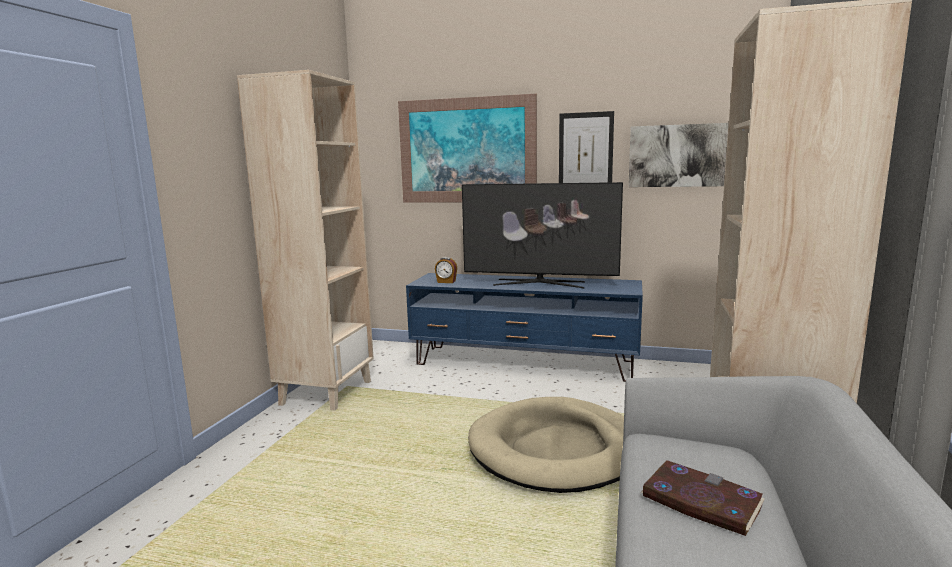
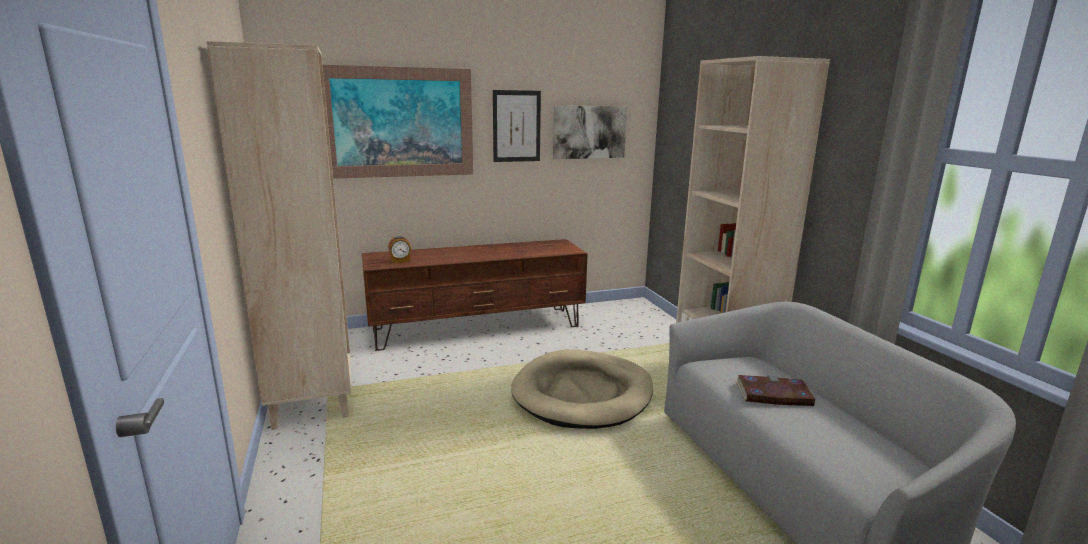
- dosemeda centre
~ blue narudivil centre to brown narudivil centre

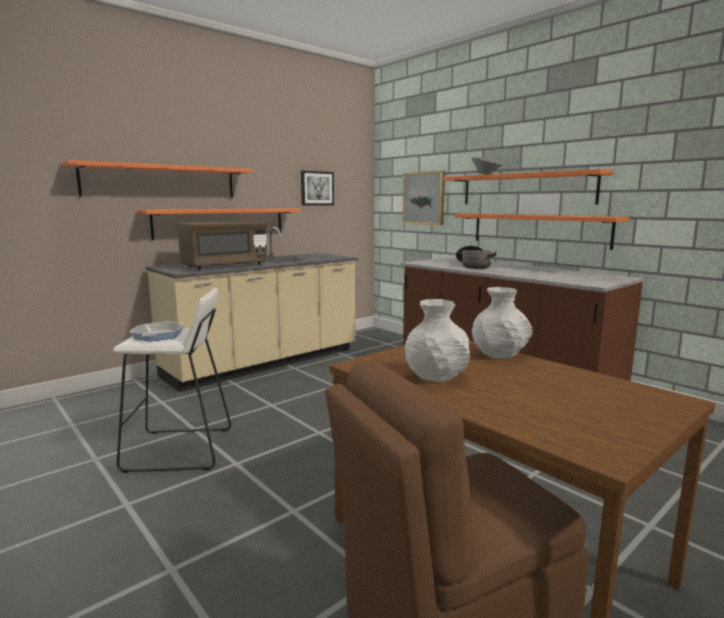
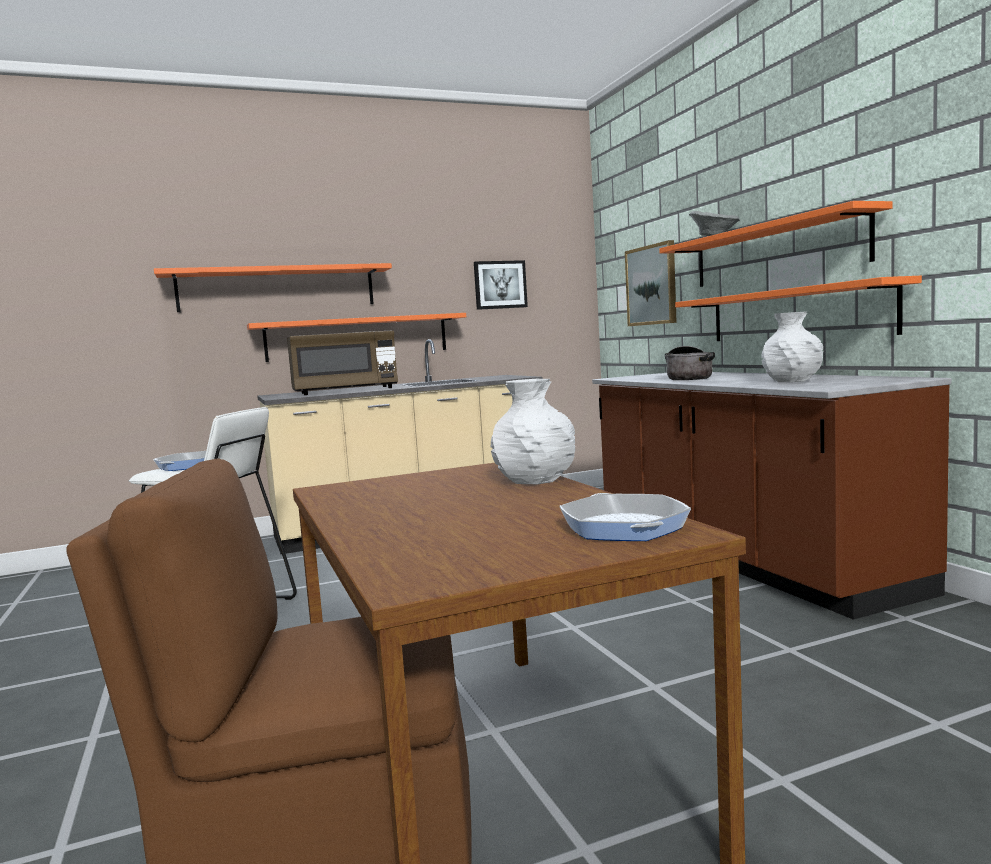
+ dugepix (no. 2 from left) centre
~ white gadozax (no. 1 from left in the first image) centre to white gadozax (no. 2 from left) middle right

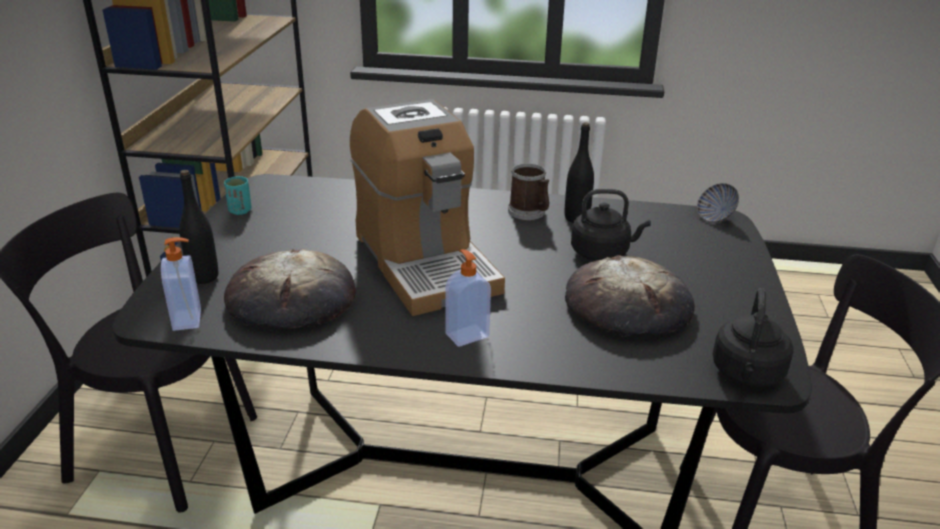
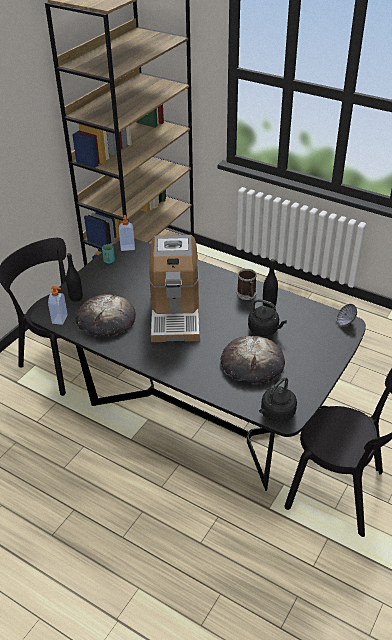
~ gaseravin (no. 2 from left) centre to middle left

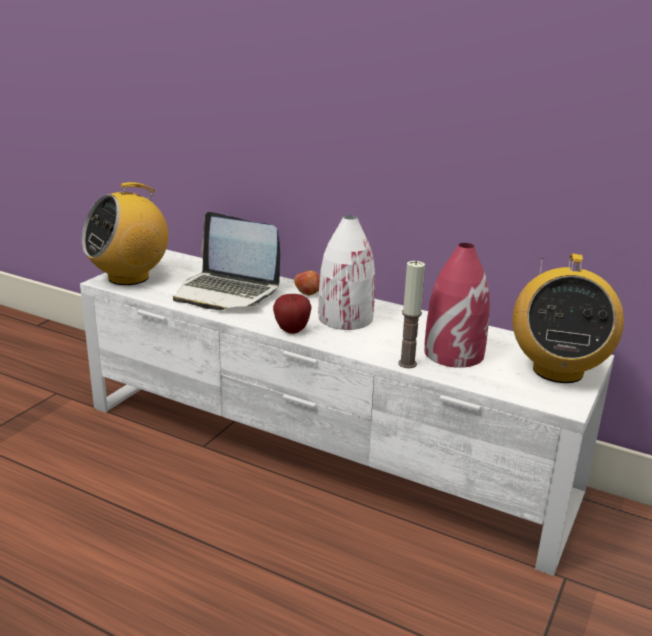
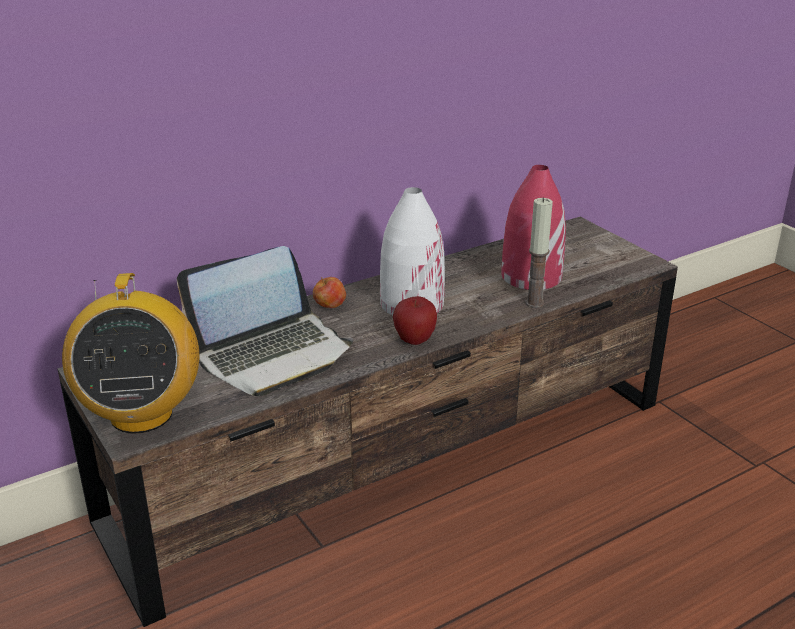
- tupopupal (no. 2 from left) middle right
~ white narudivil centre to brown narudivil bottom centre

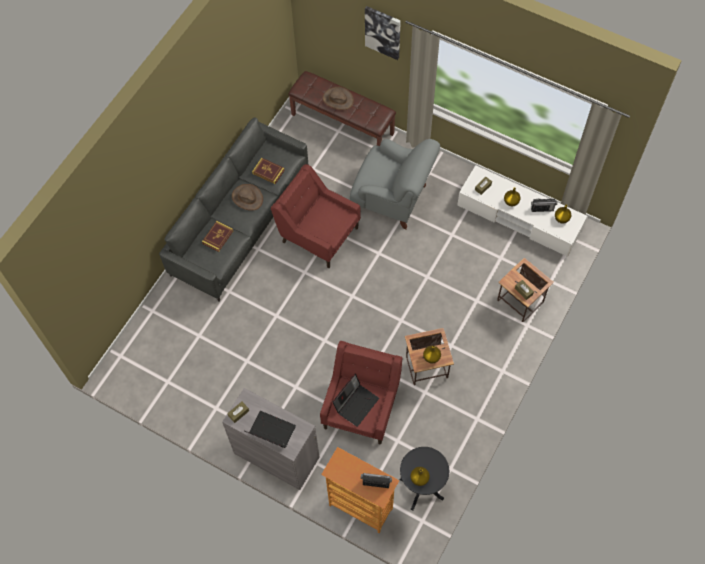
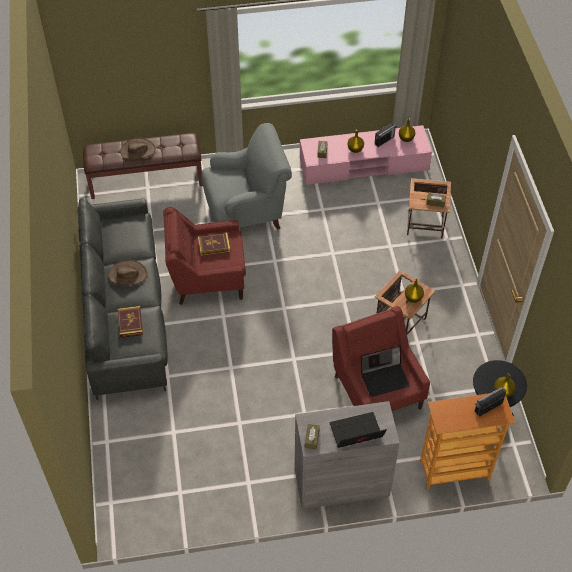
- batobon top centre
~ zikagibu (no. 2 from left) top centre to centre
~ white narudivil middle right to pink narudivil top centre
~ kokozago (no. 2 from left) bottom centre = middle right 75 degrees clockwise

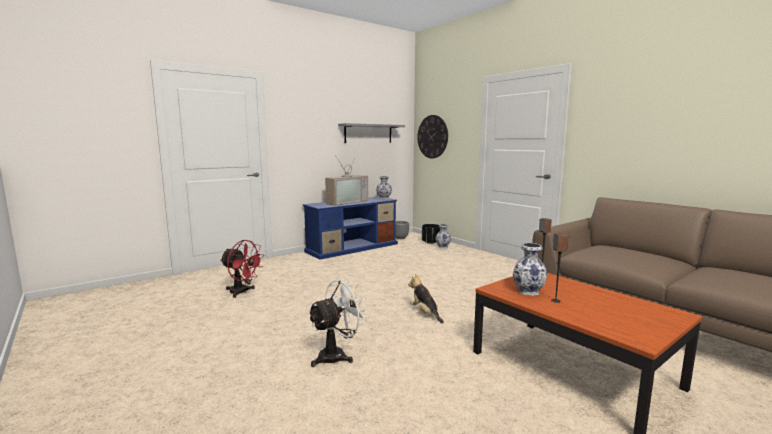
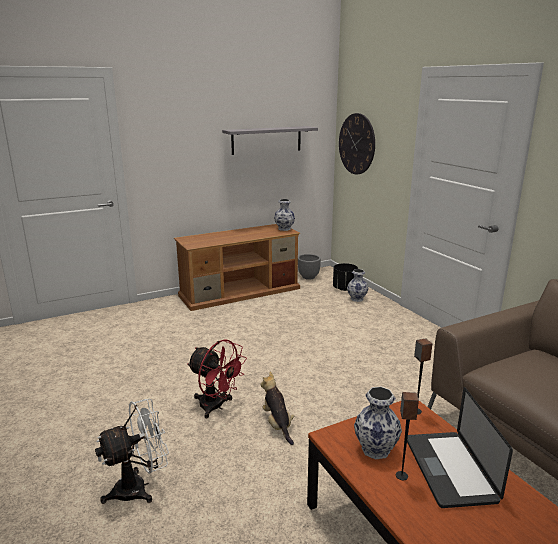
- dosemeda centre
+ kokozago bottom right
~ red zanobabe middle left to bottom centre
~ blue narudivil centre to brown narudivil centre

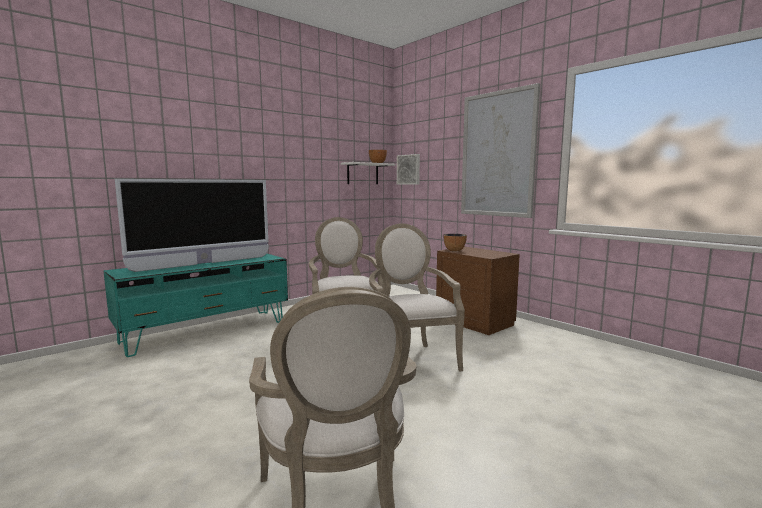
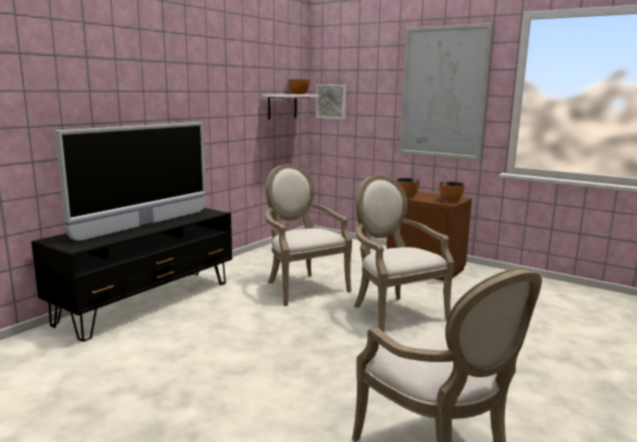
+ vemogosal (no. 3 from left) middle right
~ turquoise narudivil middle left to black narudivil middle left

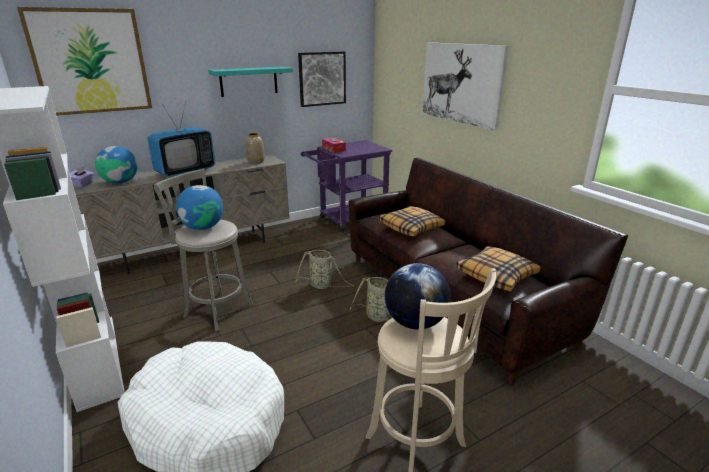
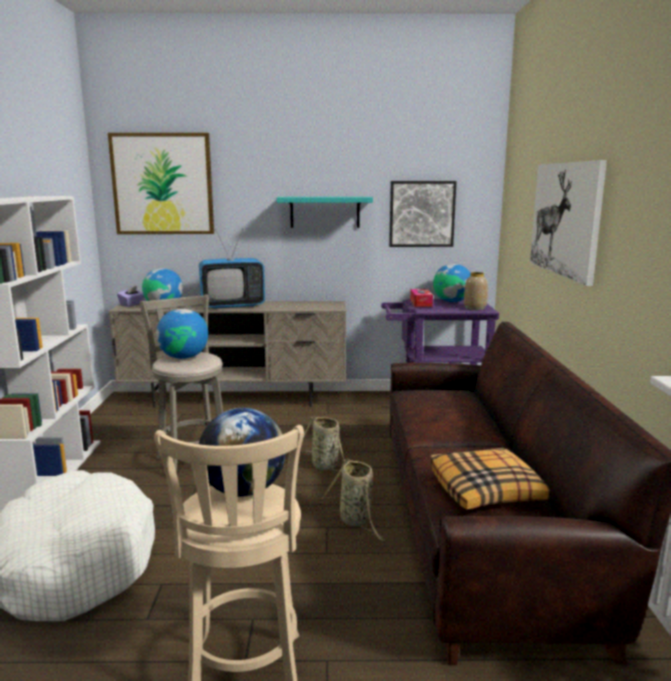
- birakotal (no. 1 from left) centre
+ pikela (no. 4 from left) middle right
~ gadozax top centre to middle right

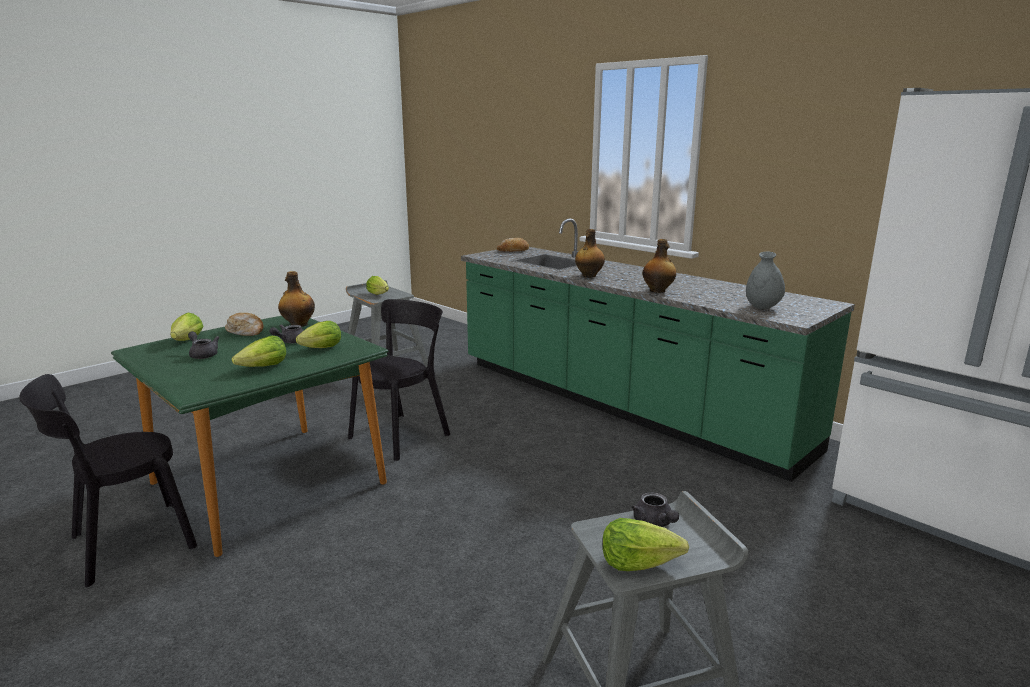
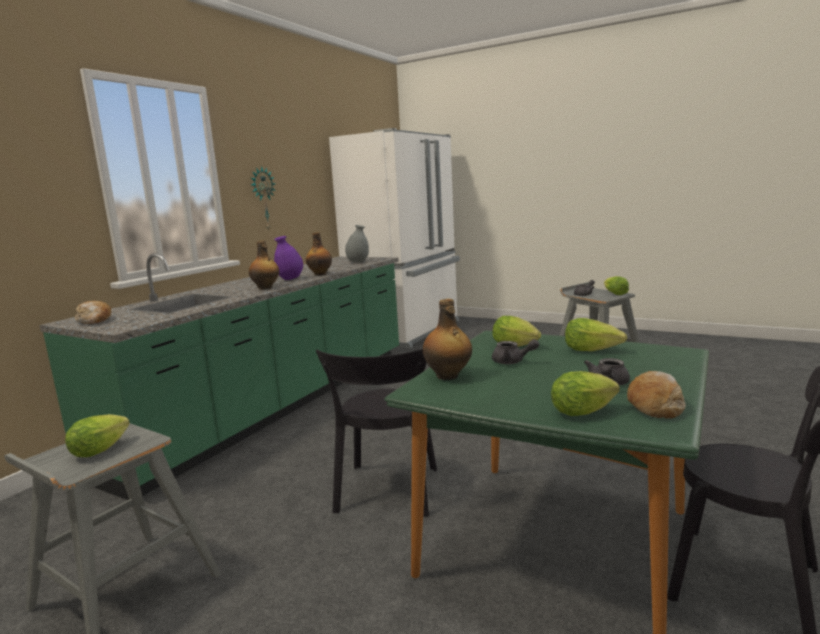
+ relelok top left
+ purple gadozax centre
~ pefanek (no. 1 from left in the first image) middle left to pefanek (no. 2 from left) middle right
~ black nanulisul (no. 2 from left in the first image) centre = bottom centre 105 degrees counterclockwise

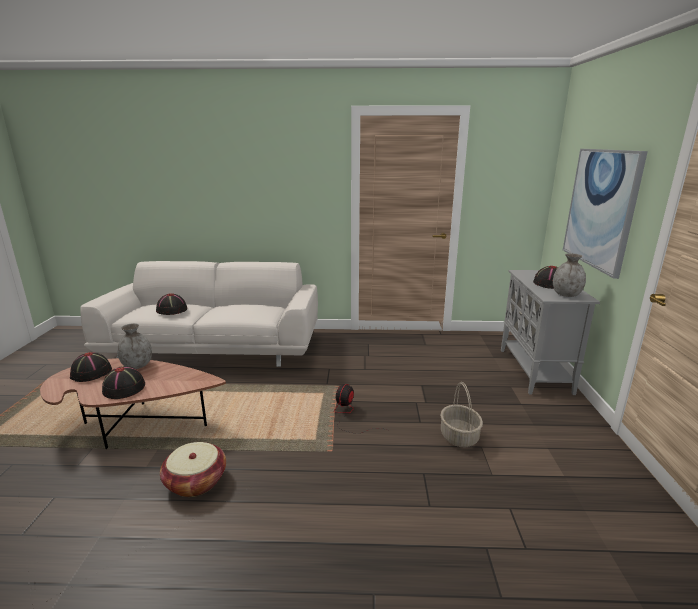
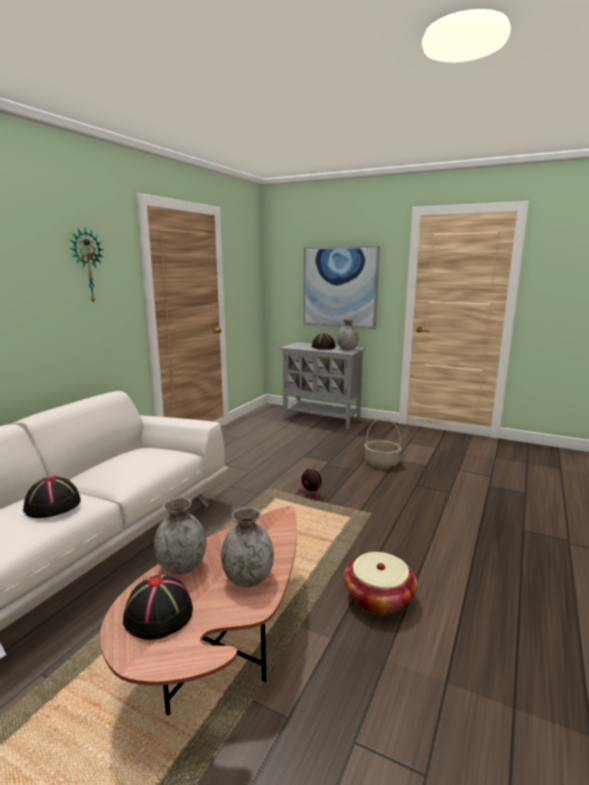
+ relelok middle left
~ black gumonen (no. 2 from left) middle left to grey gadozax (no. 2 from left) bottom centre

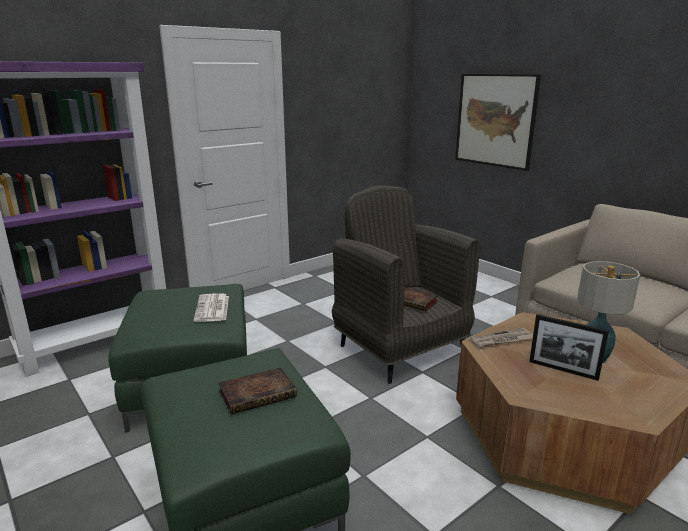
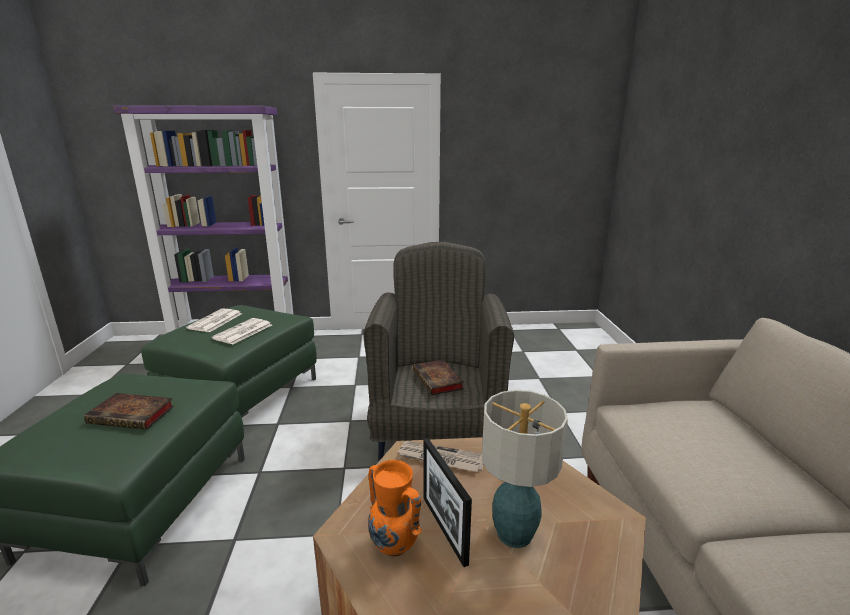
- batobon top right
+ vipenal (no. 1 from left) middle left
+ orange gadozax bottom centre

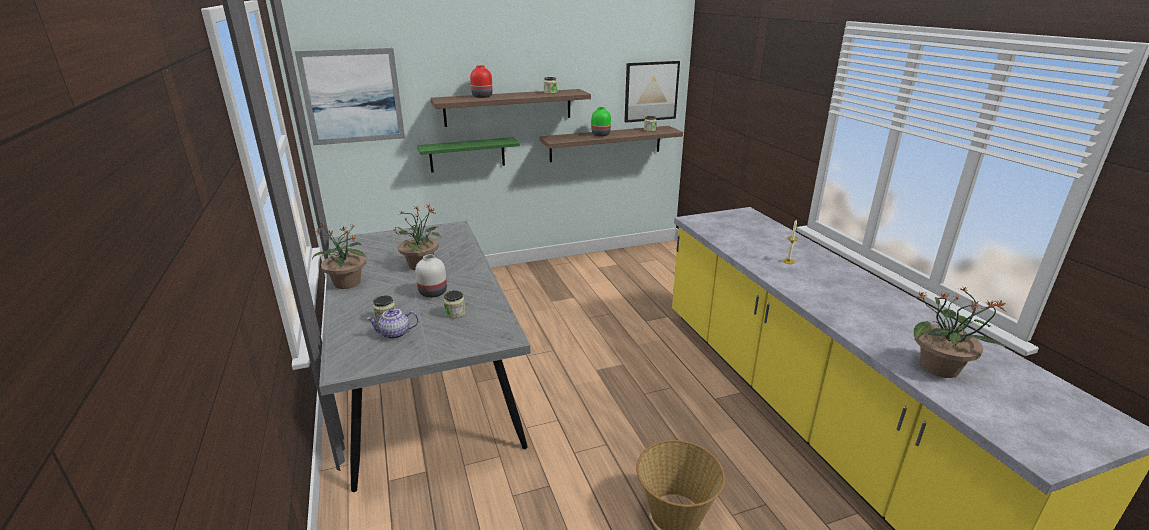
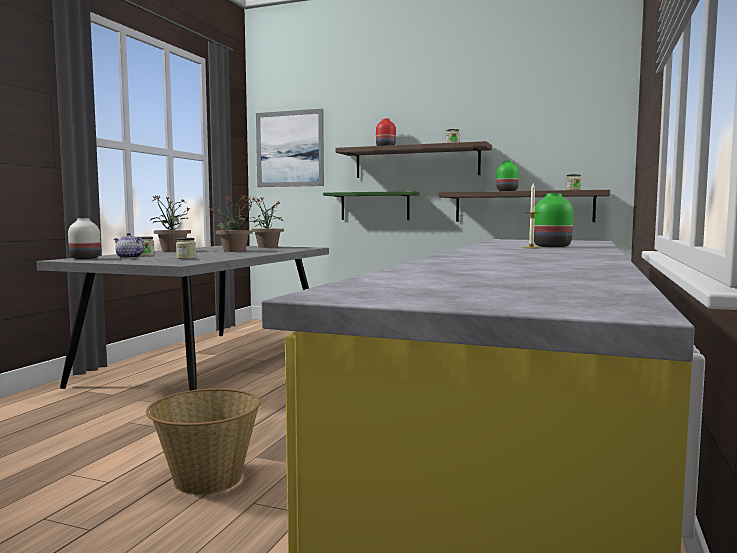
- batobon (no. 2 from left) top centre
+ green gadozax (no. 2 from left) middle right
~ white gadozax centre to middle left
~ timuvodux (no. 3 from left) middle right to centre

